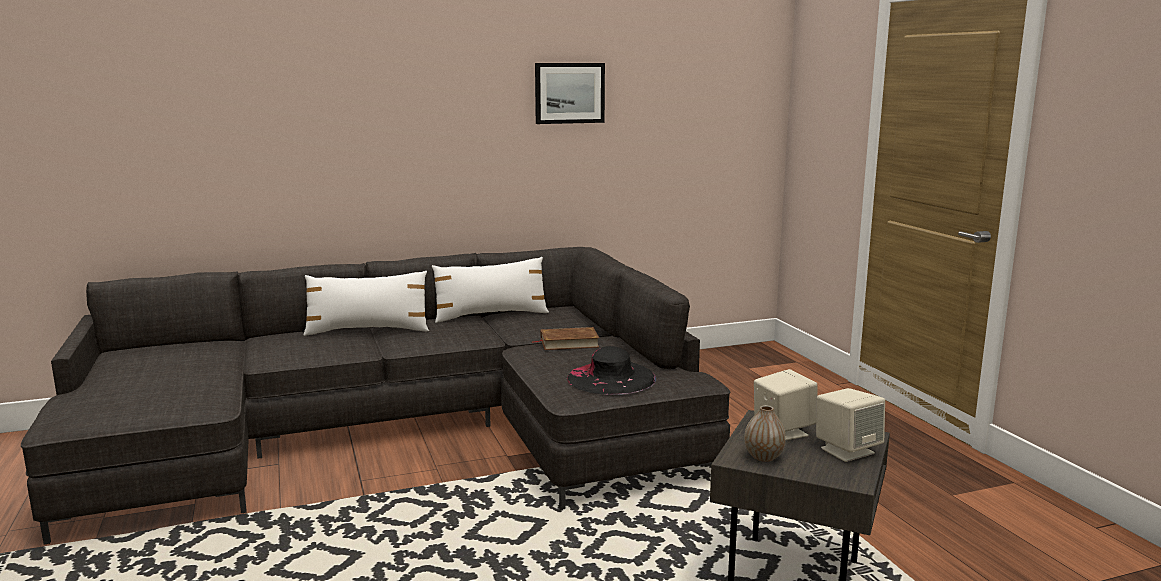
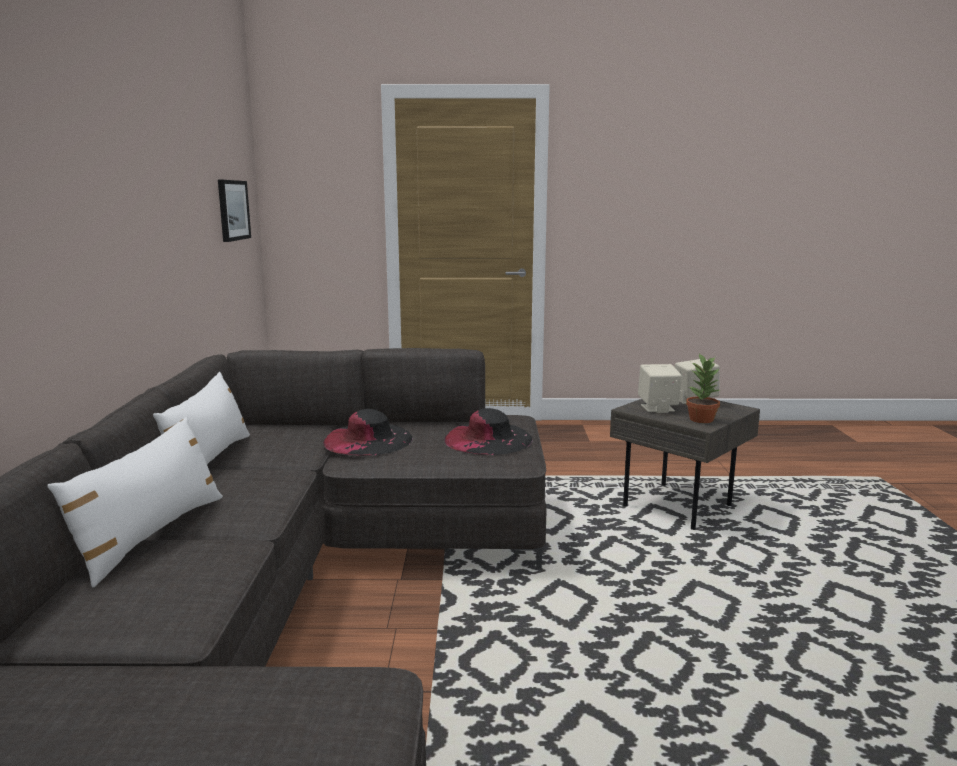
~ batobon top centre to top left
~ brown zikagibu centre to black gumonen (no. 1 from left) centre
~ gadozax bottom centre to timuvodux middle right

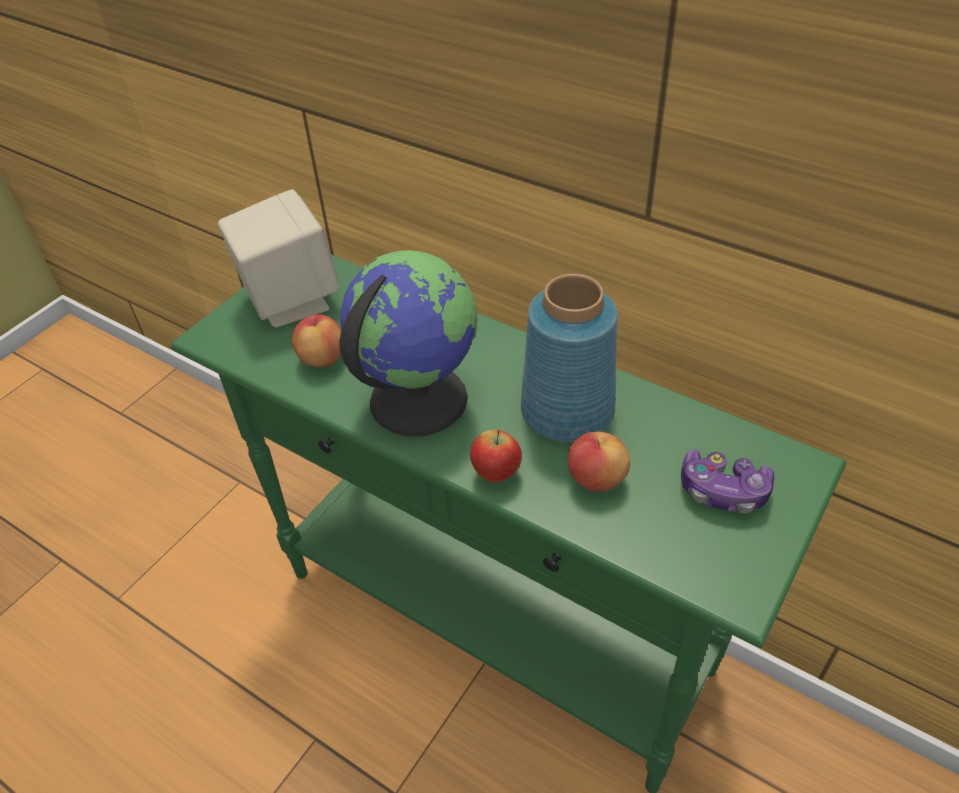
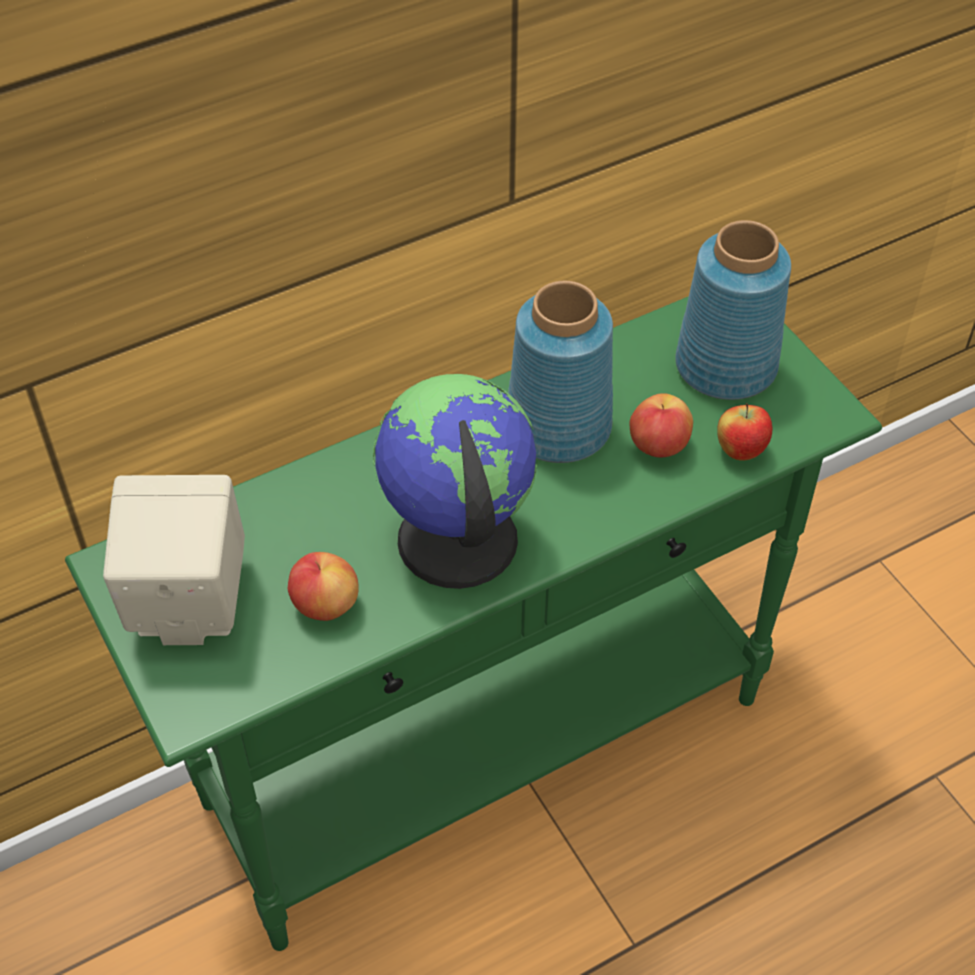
~ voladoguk (no. 2 from left in the first image) centre to voladoguk (no. 3 from left) middle right
~ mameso middle right to blue gadozax (no. 2 from left) top right

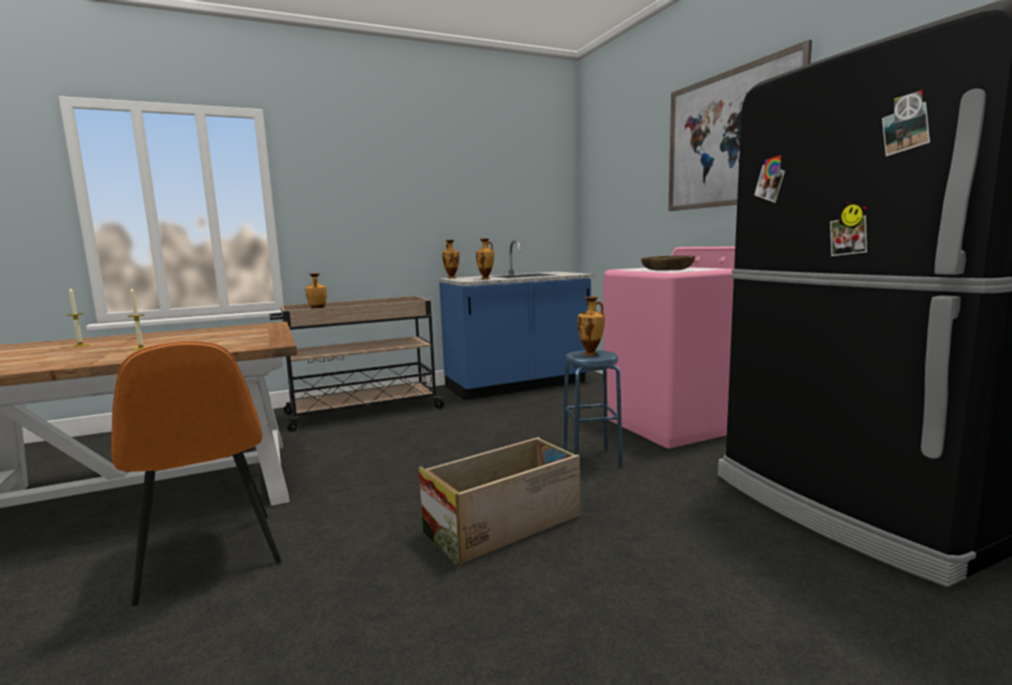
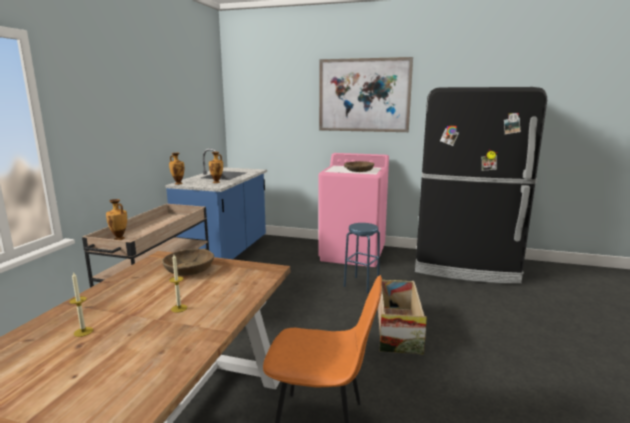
- gadozax (no. 4 from left) centre
+ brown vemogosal (no. 1 from left) middle left

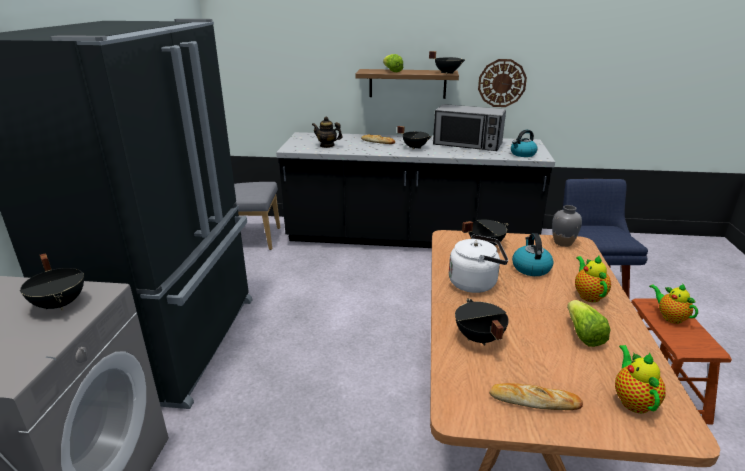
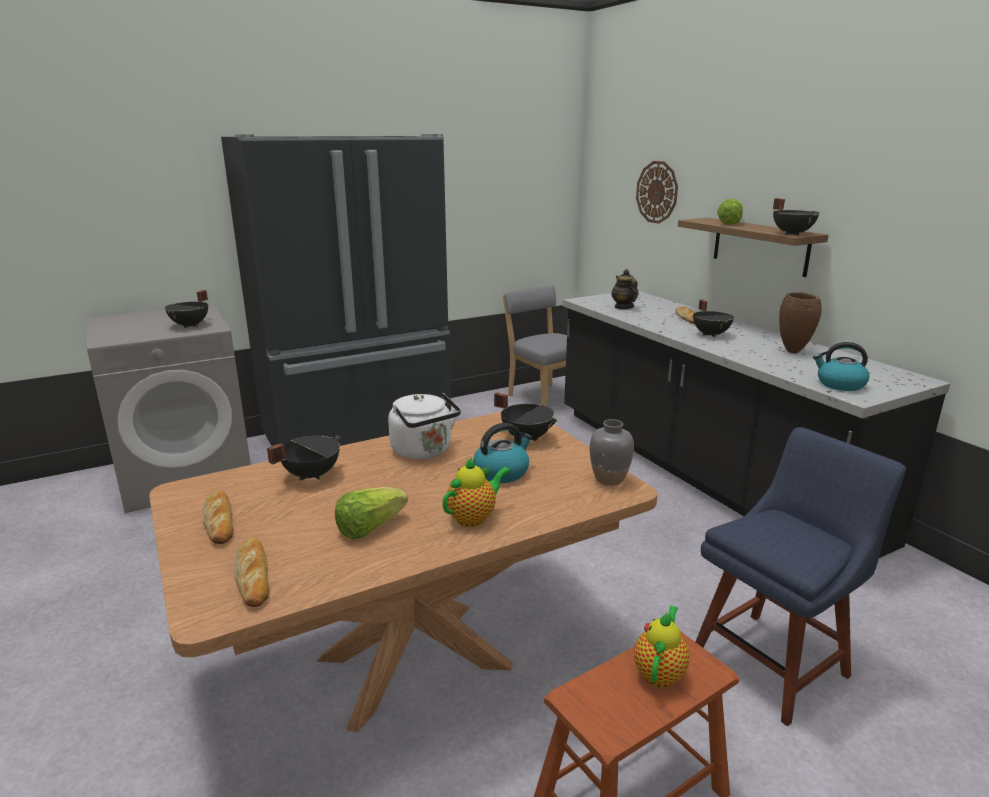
~ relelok top right to top centre
~ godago top centre to brown gadozax middle right
~ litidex (no. 3 from left) bottom right to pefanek (no. 2 from left) bottom left

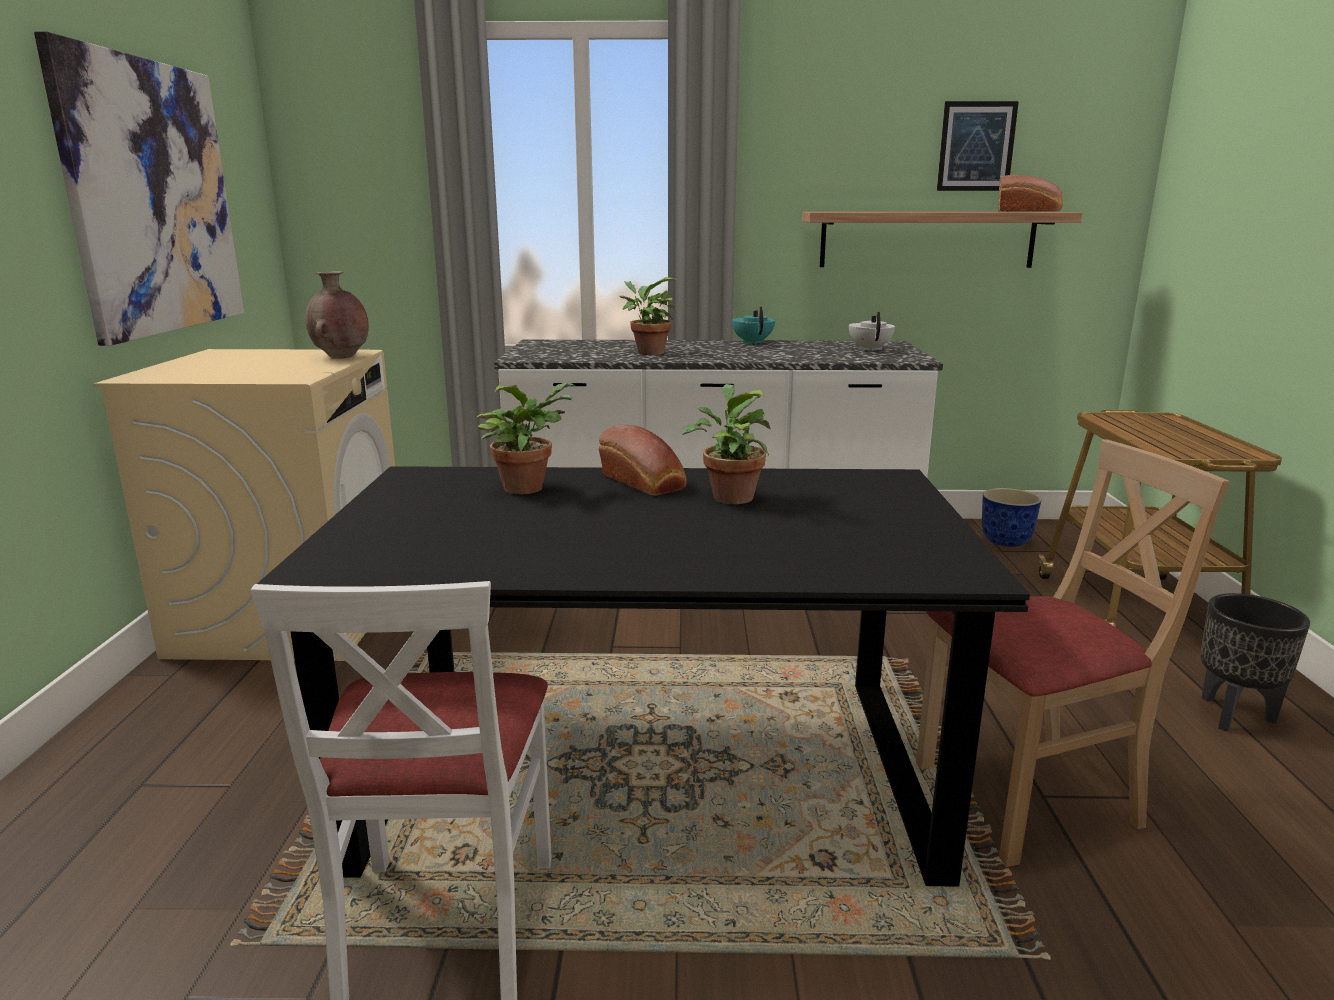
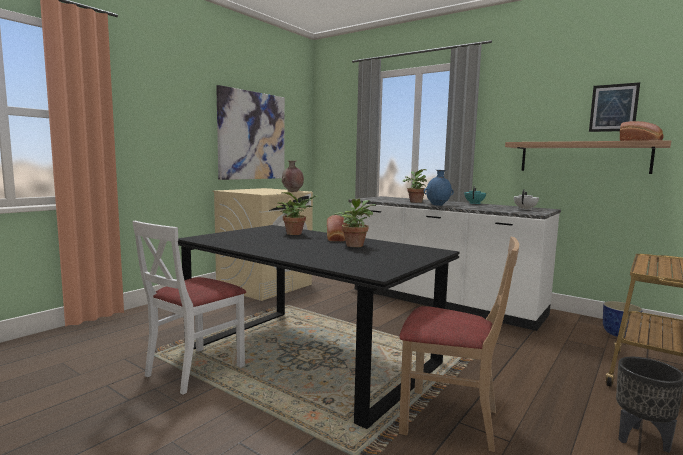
+ blue gadozax centre

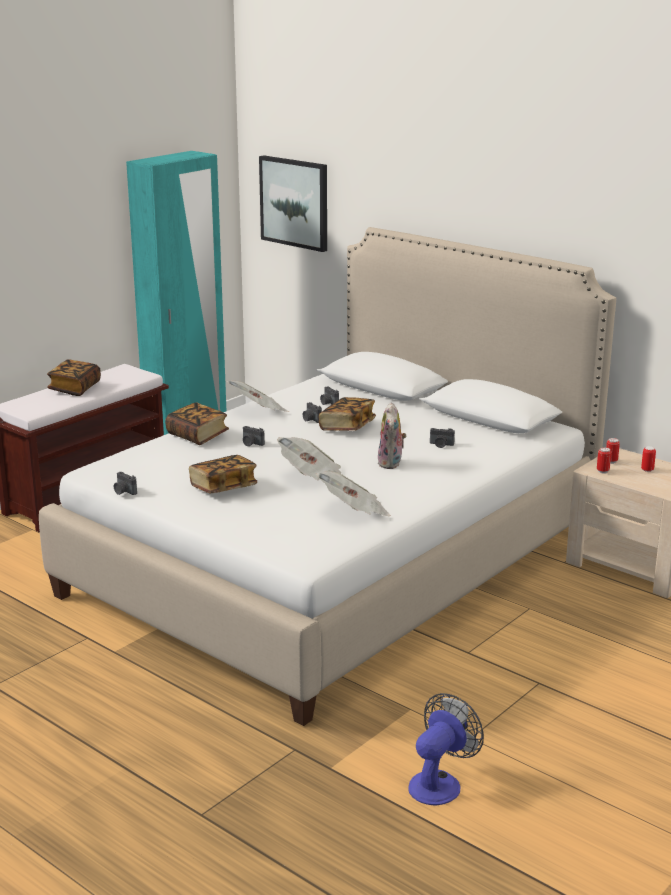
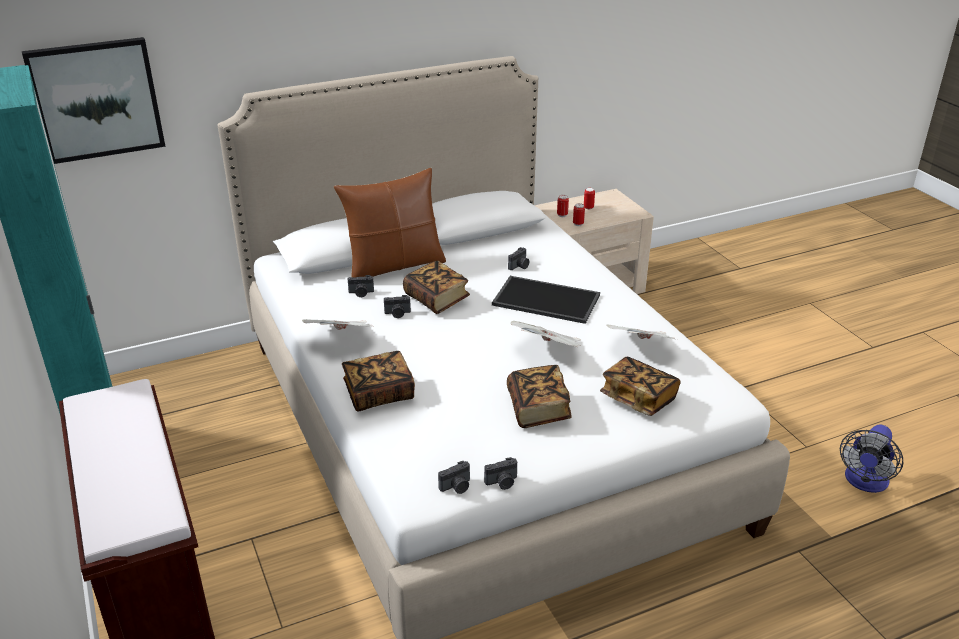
+ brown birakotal centre
~ zikagibu (no. 1 from left in the first image) middle left to zikagibu (no. 4 from left) middle right
~ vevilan (no. 2 from left in the first image) centre to vevilan (no. 3 from left) bottom centre
~ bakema centre to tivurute centre
~ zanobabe bottom centre = bottom right 120 degrees counterclockwise

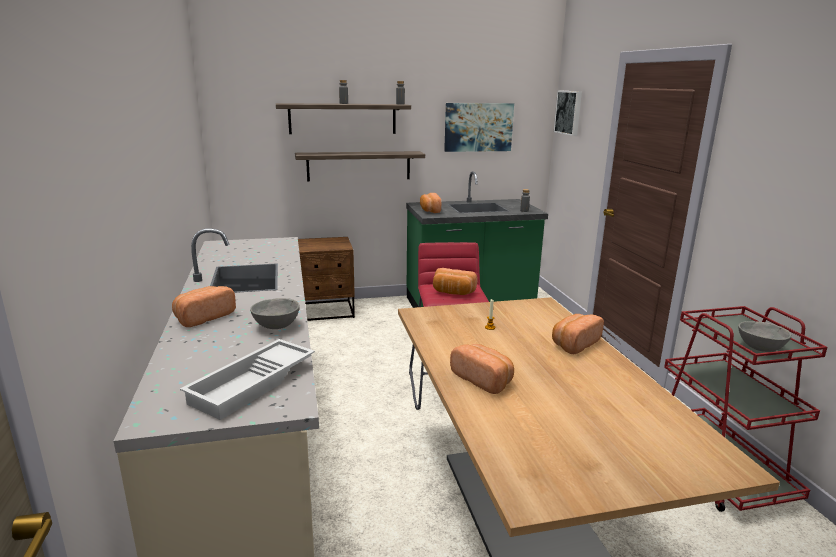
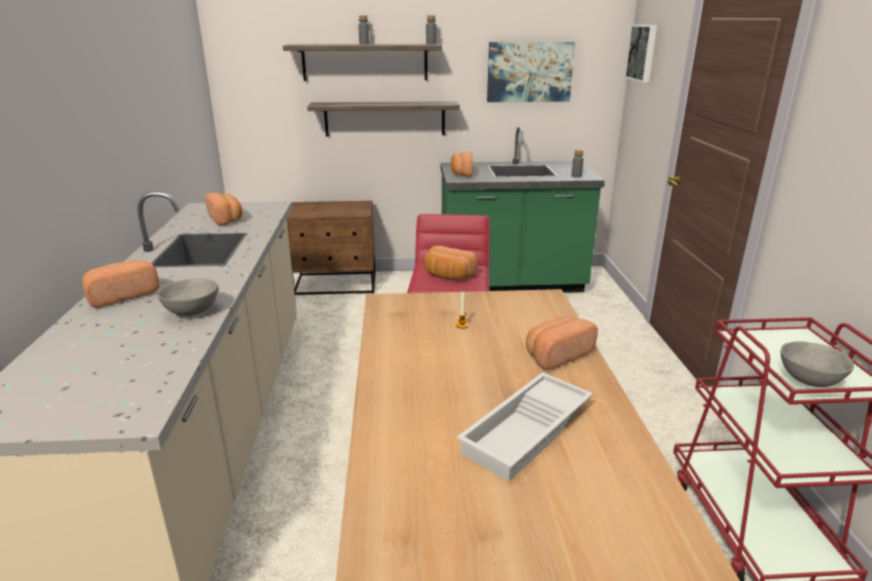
~ white tivurute bottom left to bottom centre
~ pefanek (no. 4 from left in the first image) centre to pefanek (no. 2 from left) middle left

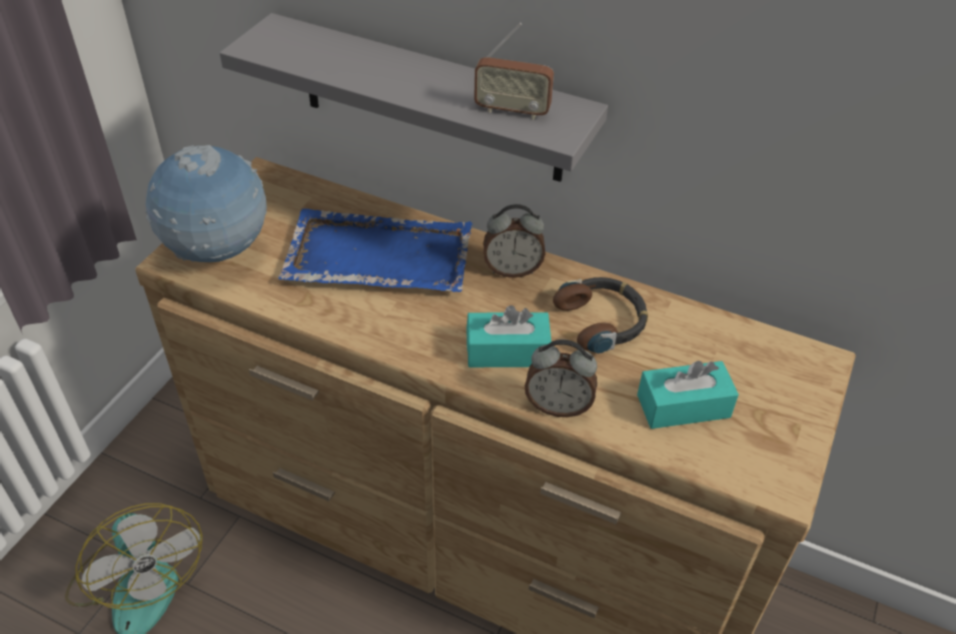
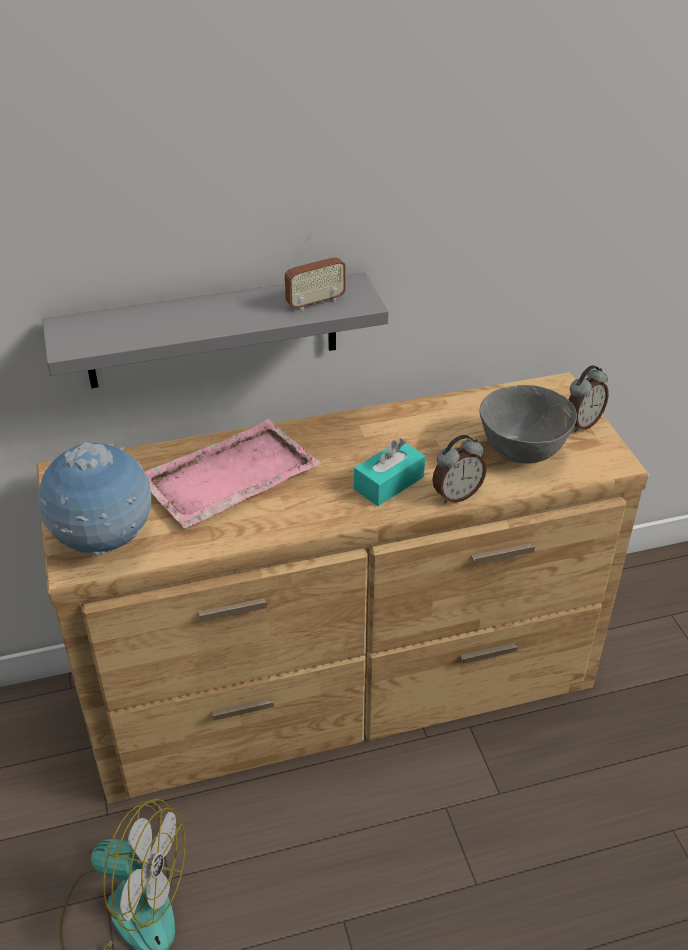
- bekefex centre
~ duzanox (no. 1 from left in the first image) centre to duzanox (no. 2 from left) middle right
~ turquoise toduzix (no. 2 from left) middle right to grey vemogosal middle right
~ blue tivurute centre to pink tivurute centre

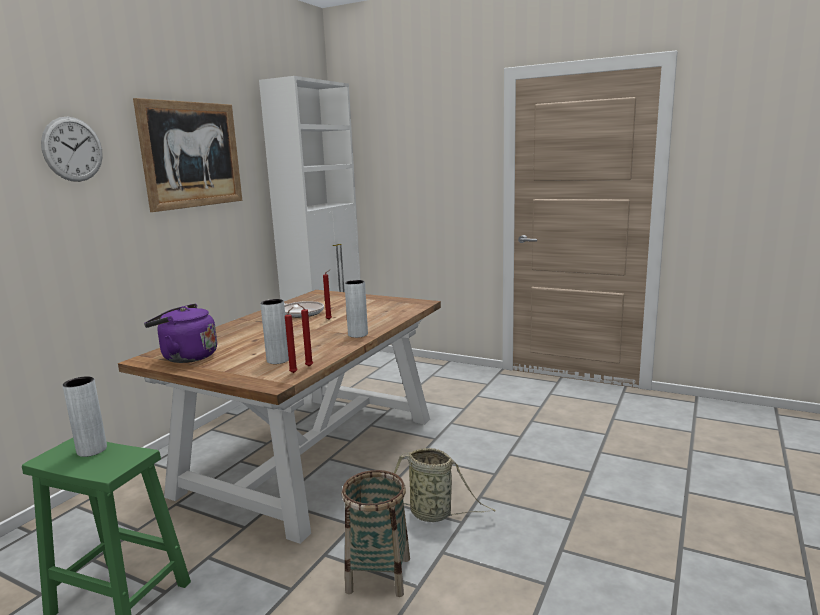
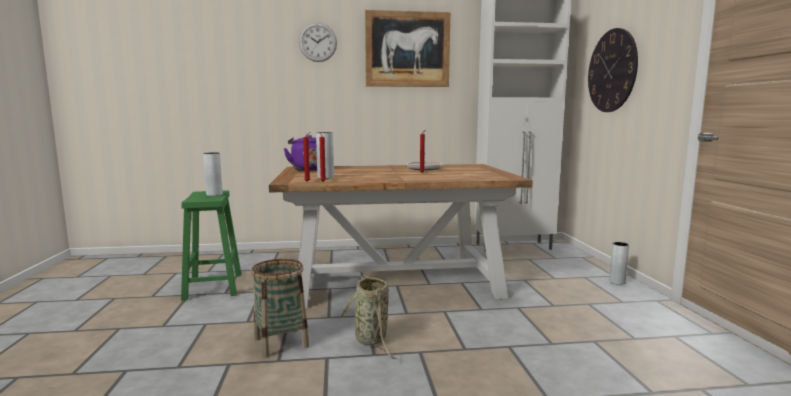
+ relelok (no. 2 from left) top right
~ grey gadozax (no. 3 from left) centre to middle right

